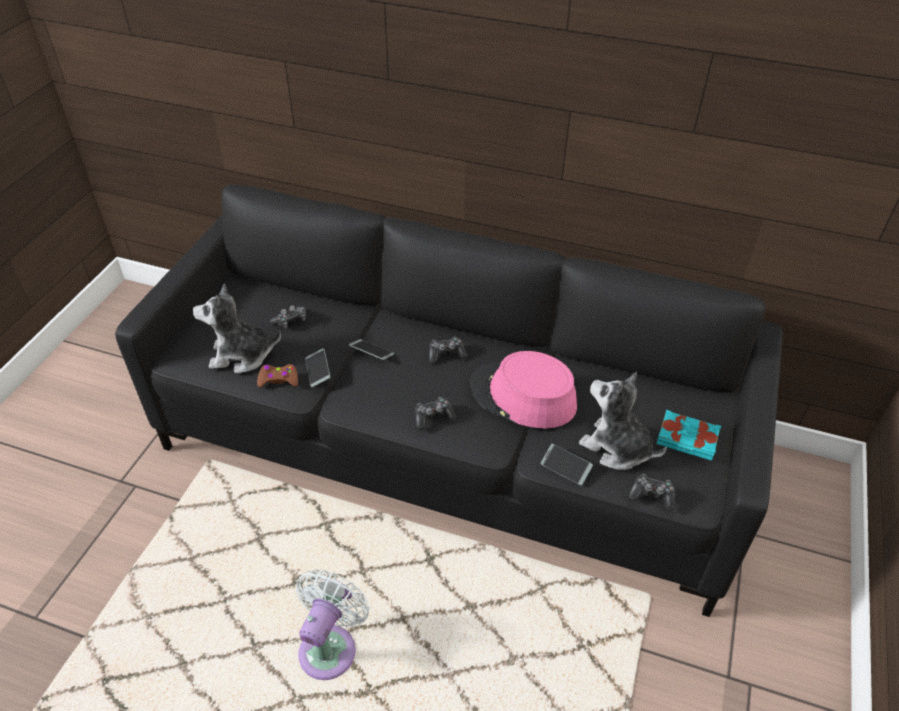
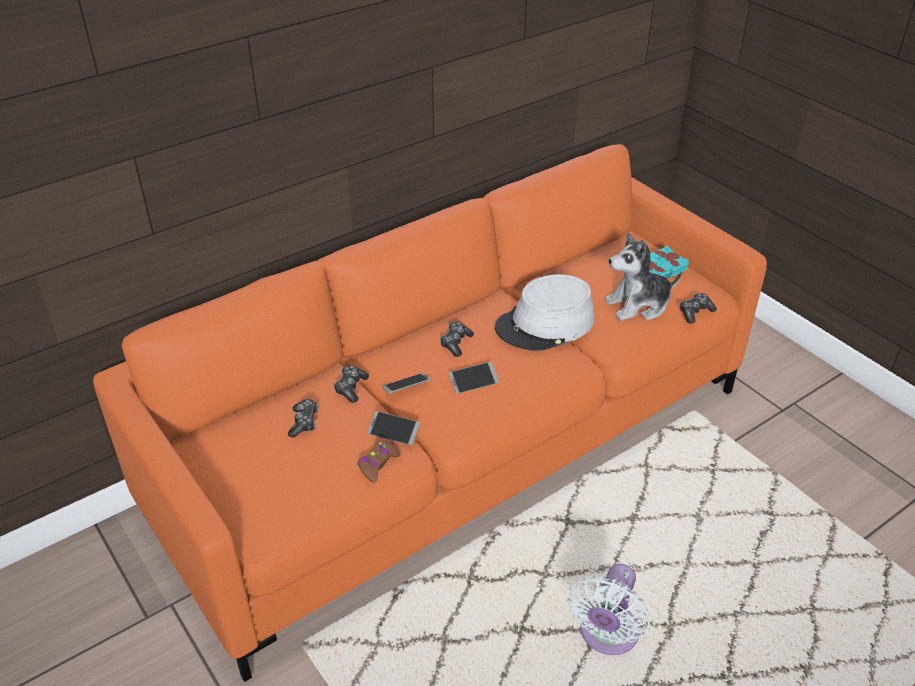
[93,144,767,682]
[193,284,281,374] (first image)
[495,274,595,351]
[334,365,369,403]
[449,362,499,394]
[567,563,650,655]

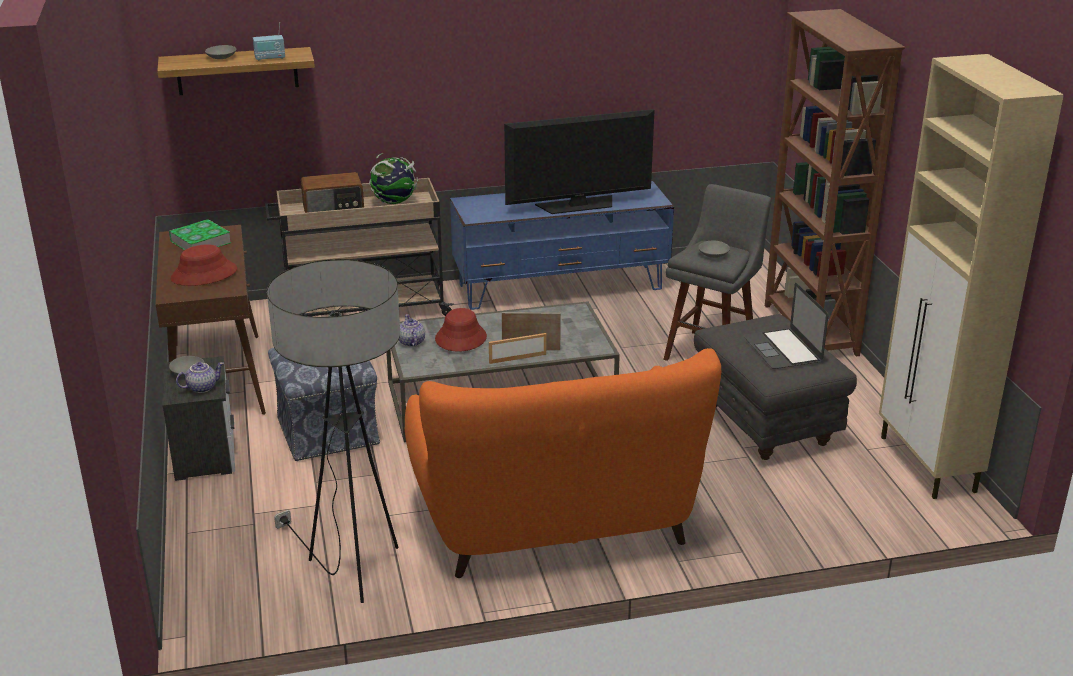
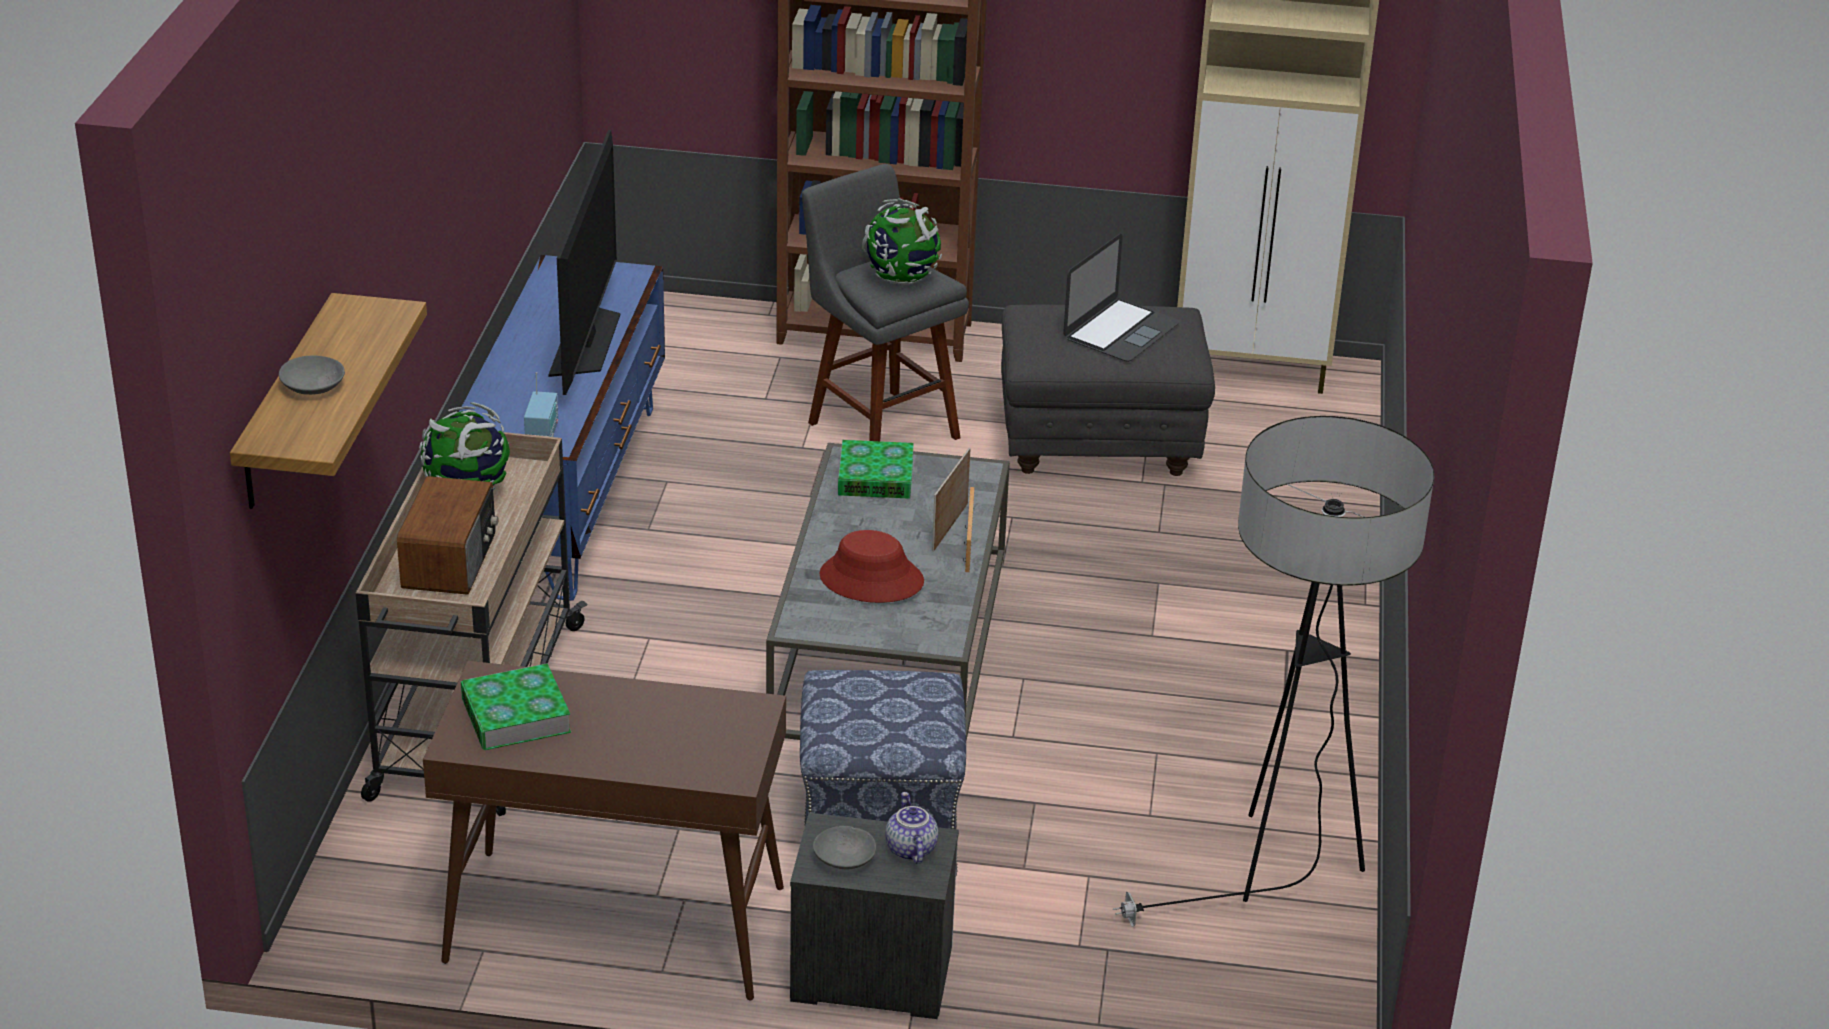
[524,372,558,437]
[862,198,942,285]
[171,244,237,286] (first image)
[1063,234,1180,362]
[399,314,425,347] (first image)
[405,348,721,578] (first image)
[838,440,914,499]

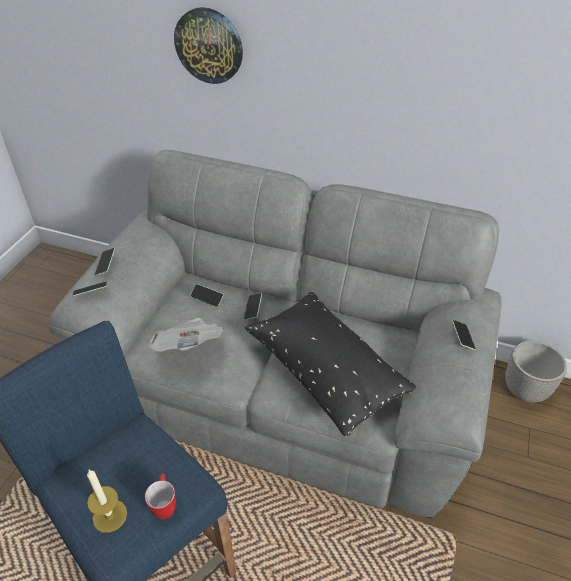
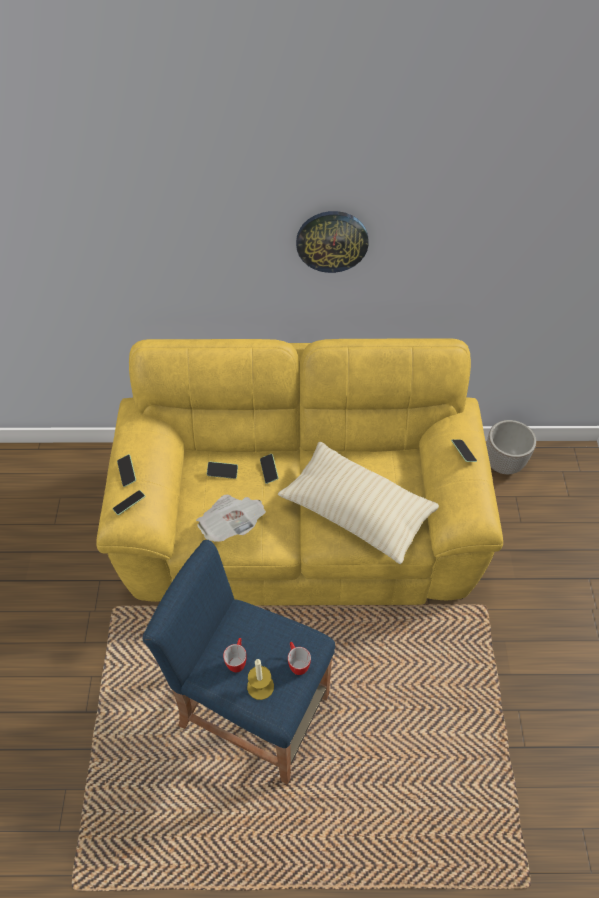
[296,211,369,273]
[96,338,503,606]
[278,442,439,564]
[223,638,247,672]

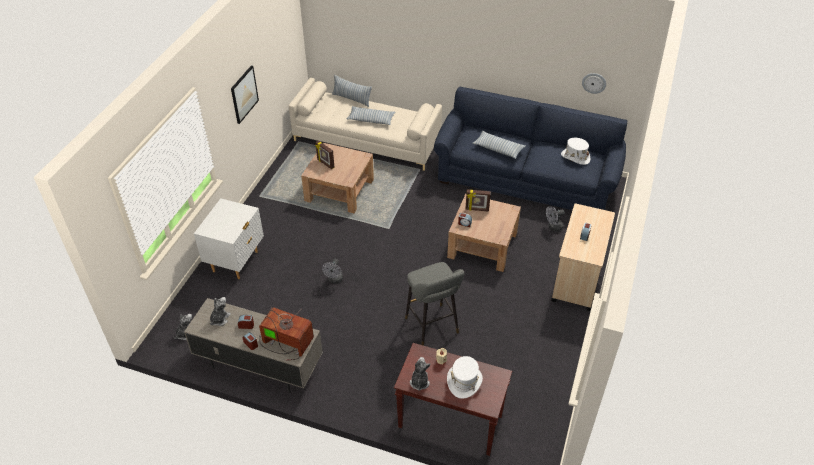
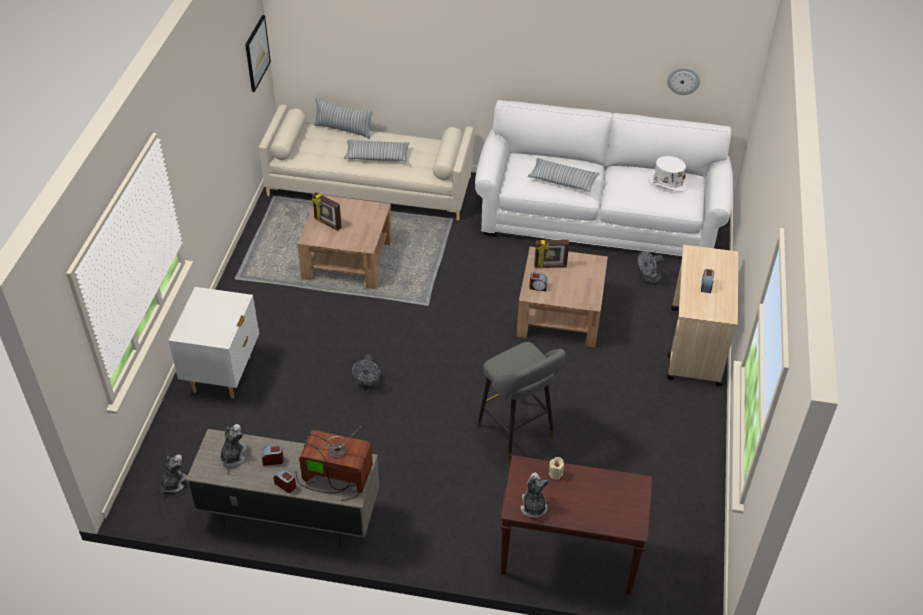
[245,15,271,92]
[475,100,733,256]
[447,356,483,399] (first image)

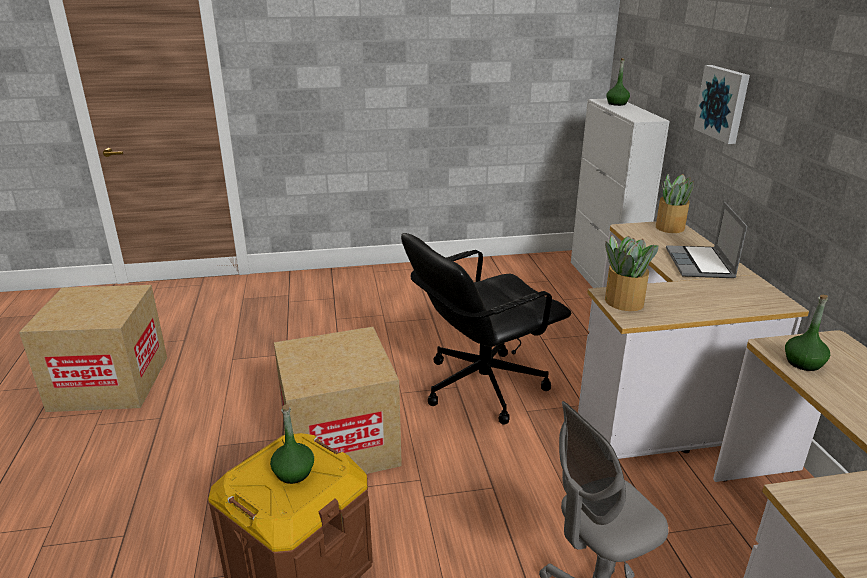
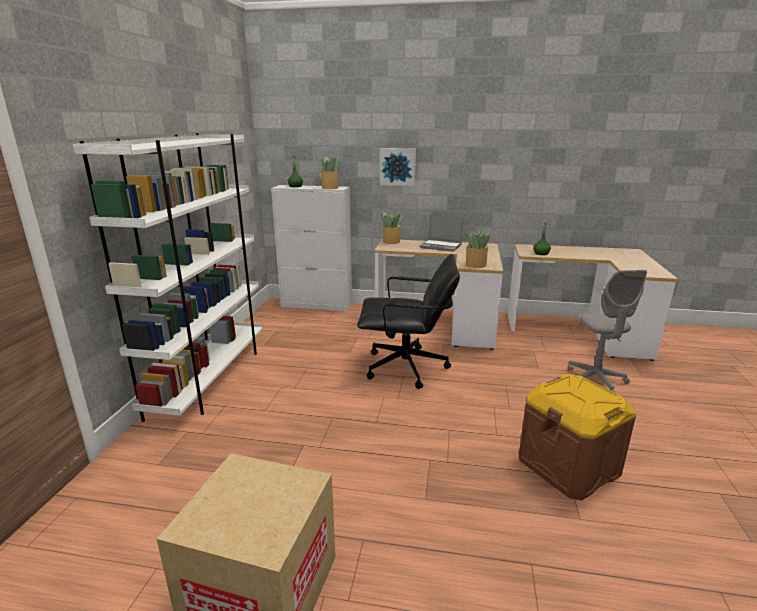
[357,254,460,389]
[274,327,402,474] (first image)
[270,404,314,484] (first image)
[73,133,263,422]
[320,156,340,189]

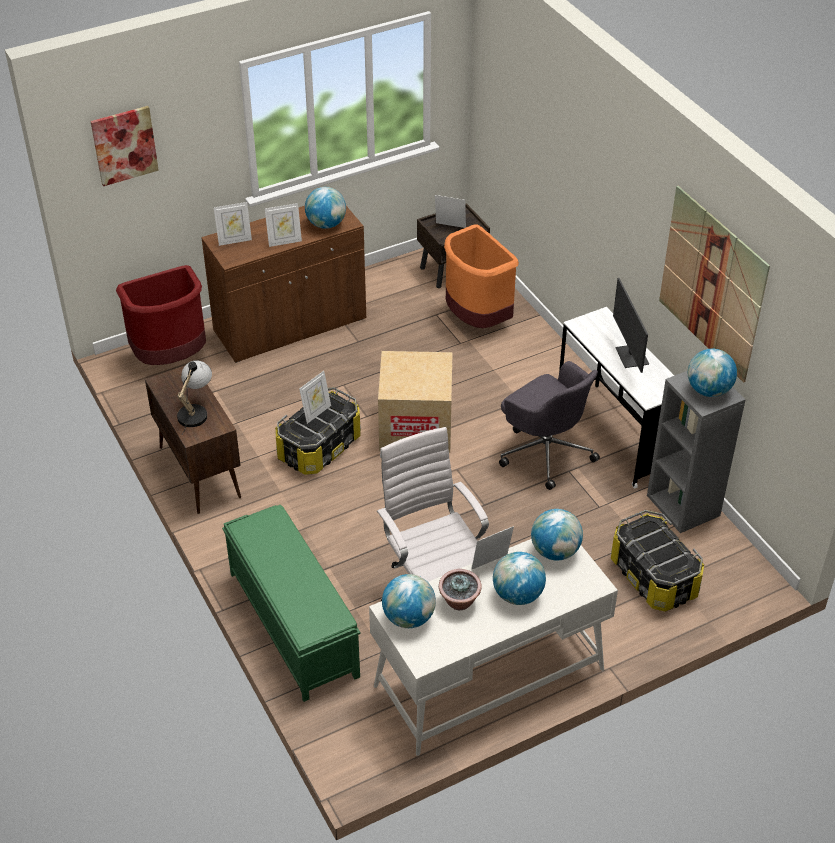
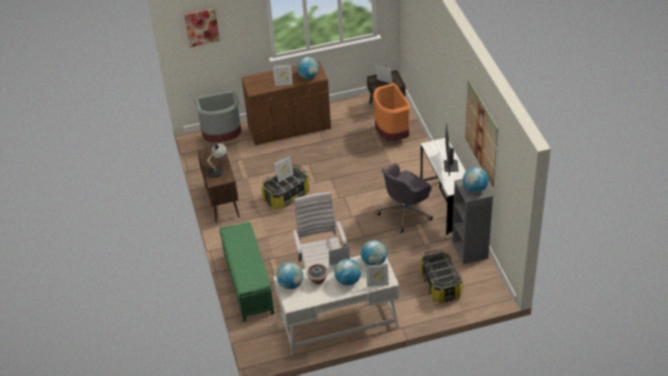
[366,264,389,287]
[195,91,241,142]
[378,351,453,453] (first image)
[376,163,433,233]

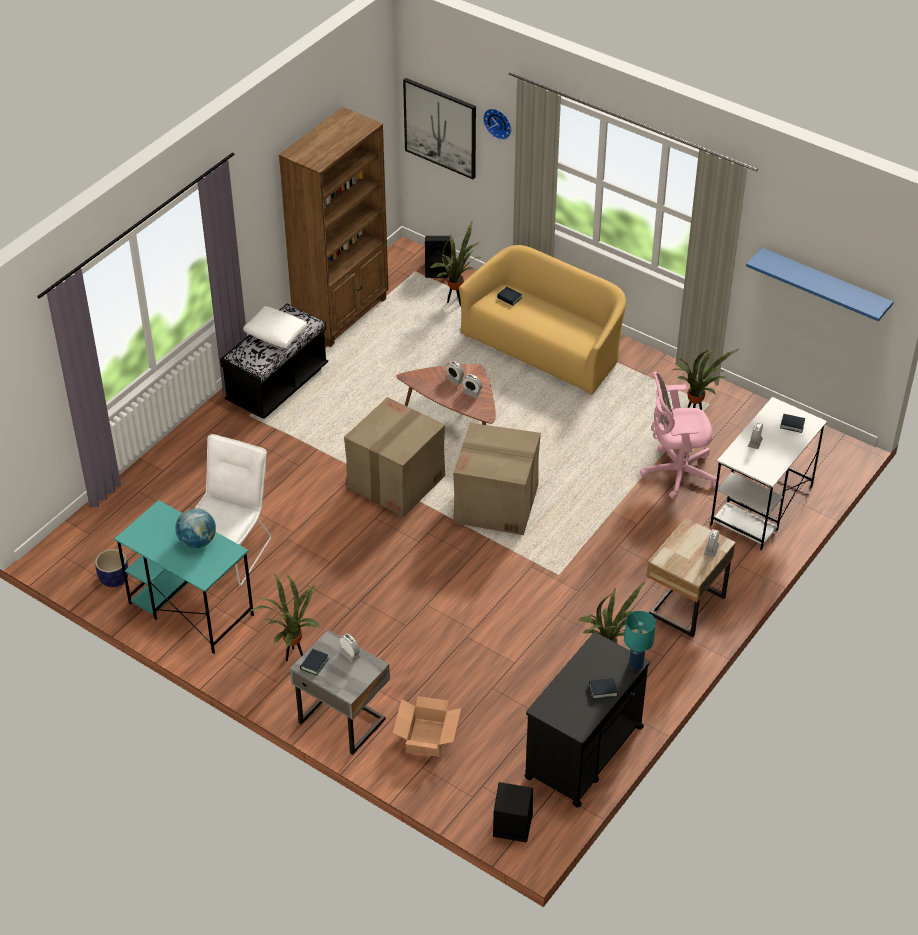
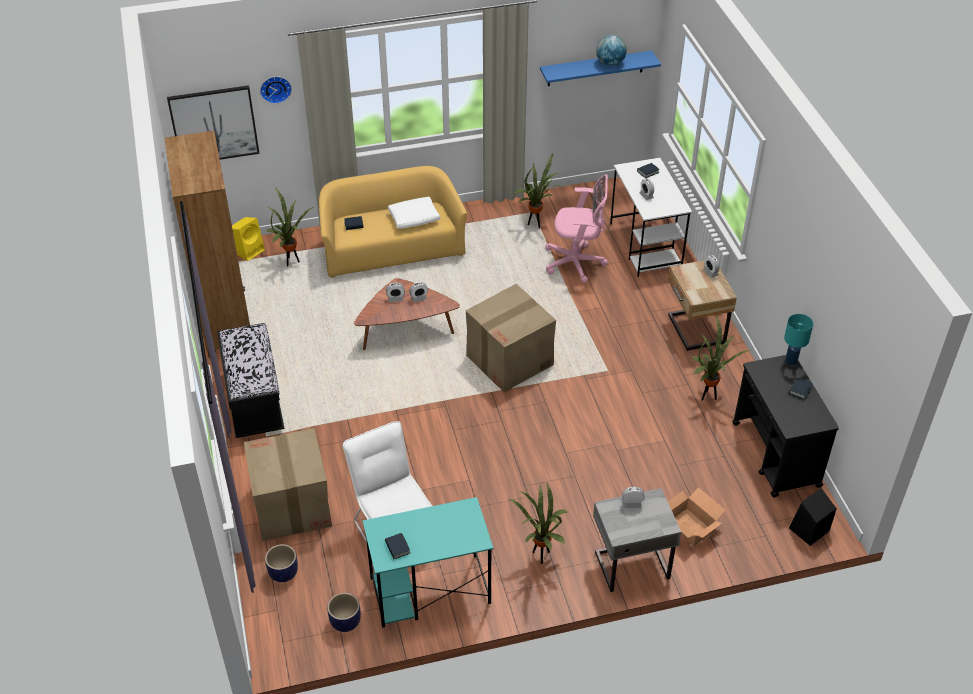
[232,217,265,261]
[388,197,440,229]
[546,174,608,283]
[244,428,332,541]
[596,35,627,66]
[385,533,410,559]
[265,544,298,582]

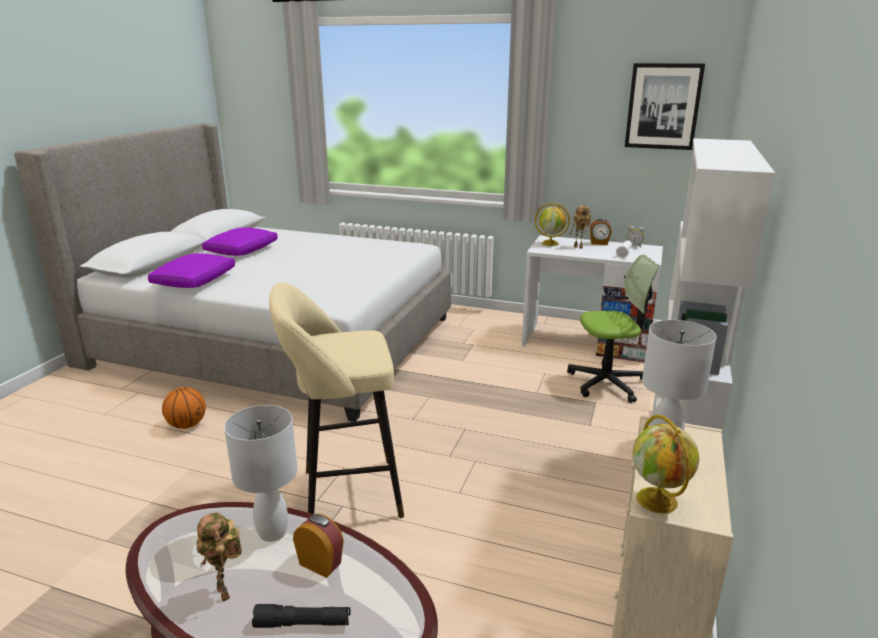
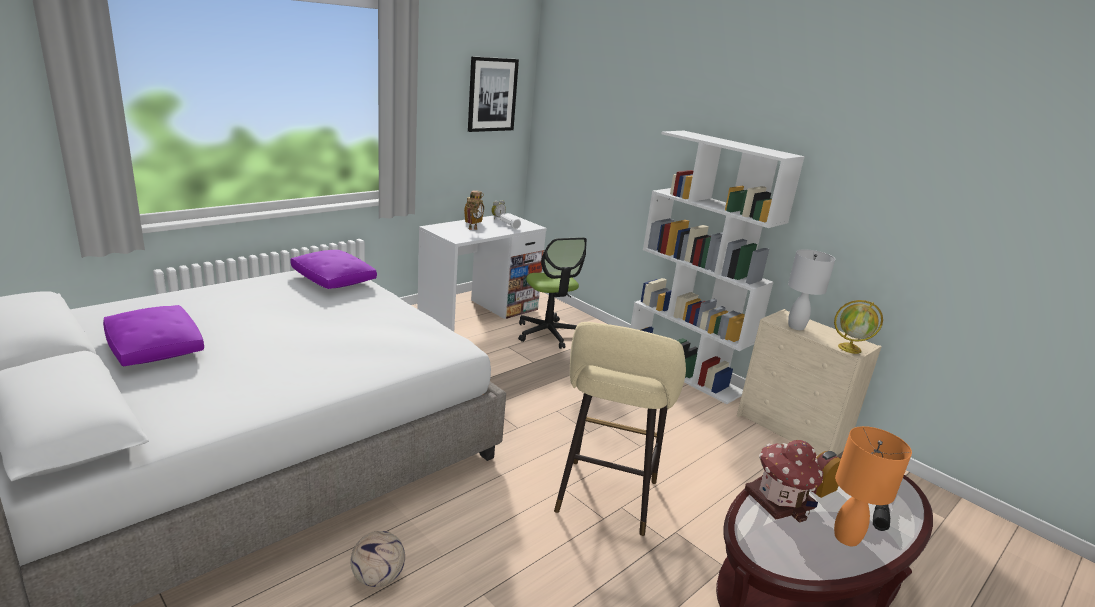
[535,203,570,246] (first image)
[290,250,377,289]
[518,237,587,349]
[350,531,405,587]
[745,440,823,522]
[834,426,912,546]

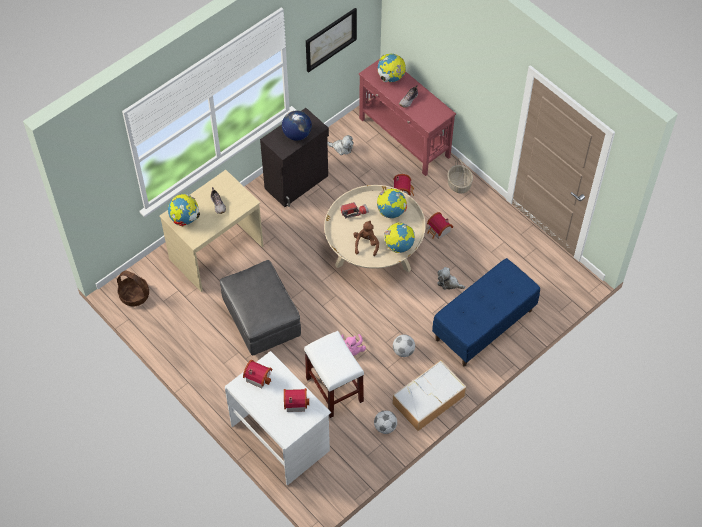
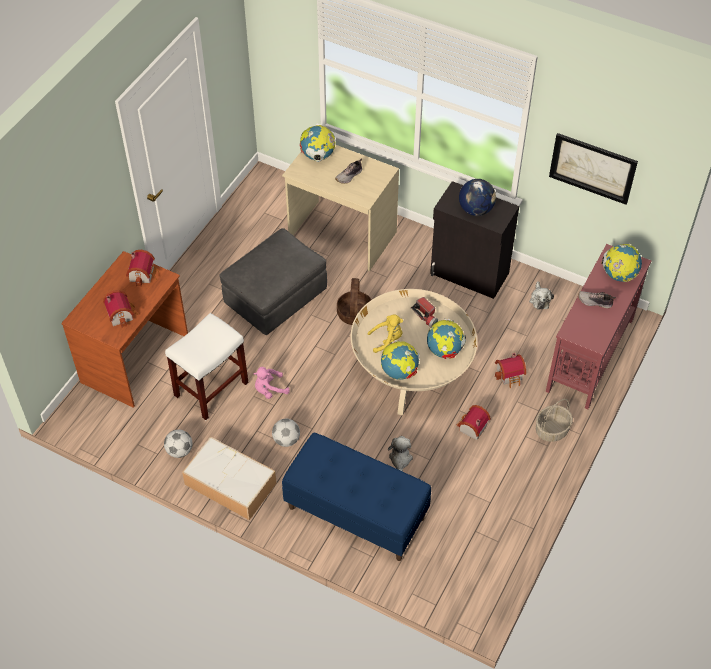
[368,314,403,353]
[337,278,371,325]
[61,251,188,408]

